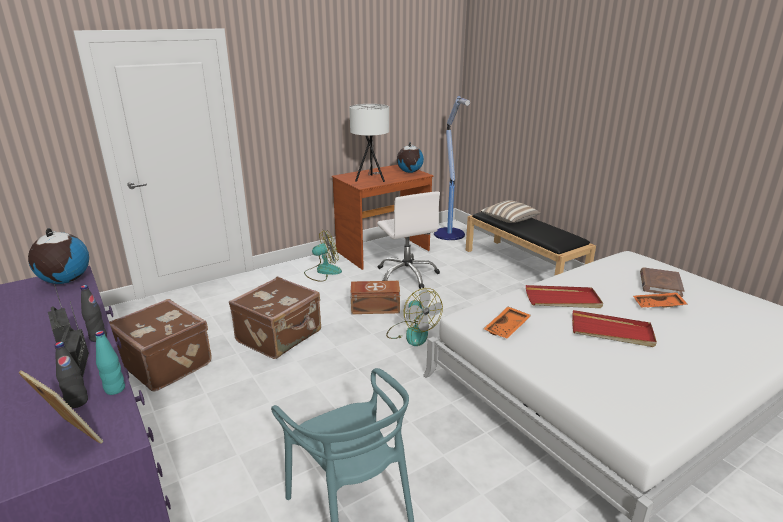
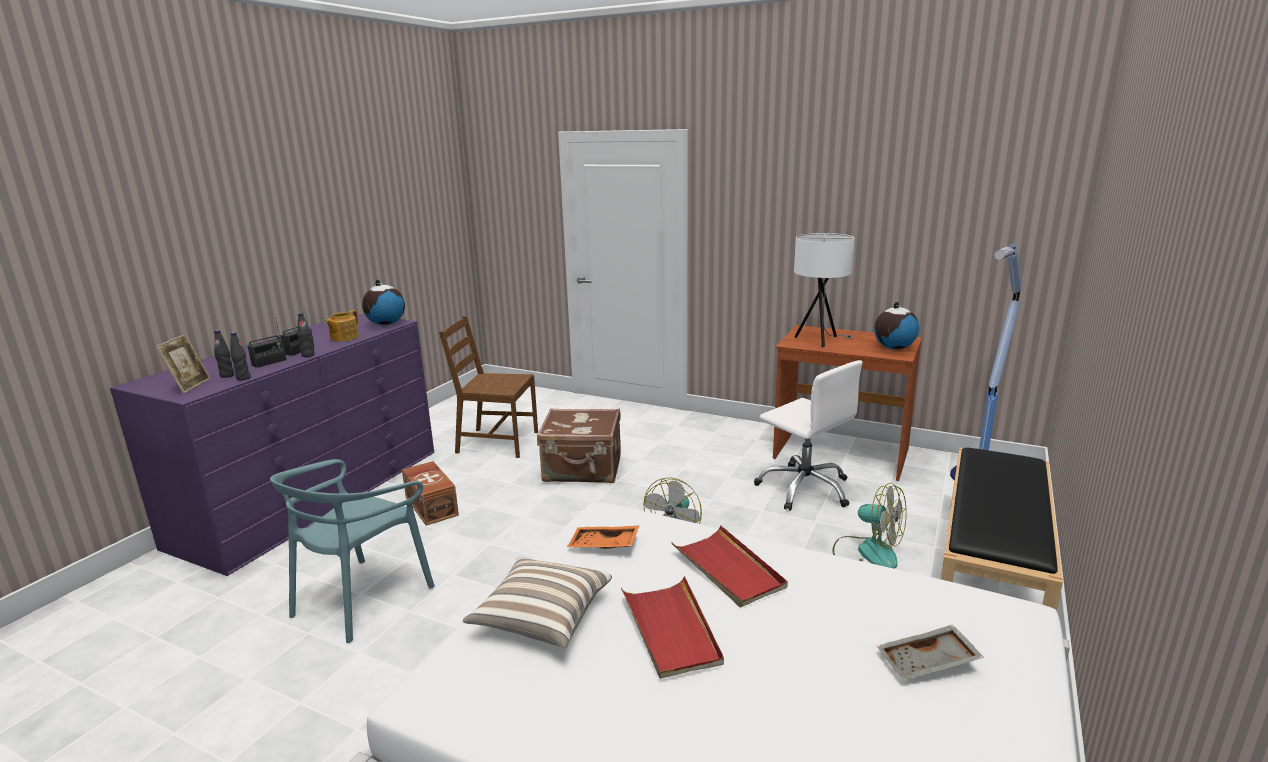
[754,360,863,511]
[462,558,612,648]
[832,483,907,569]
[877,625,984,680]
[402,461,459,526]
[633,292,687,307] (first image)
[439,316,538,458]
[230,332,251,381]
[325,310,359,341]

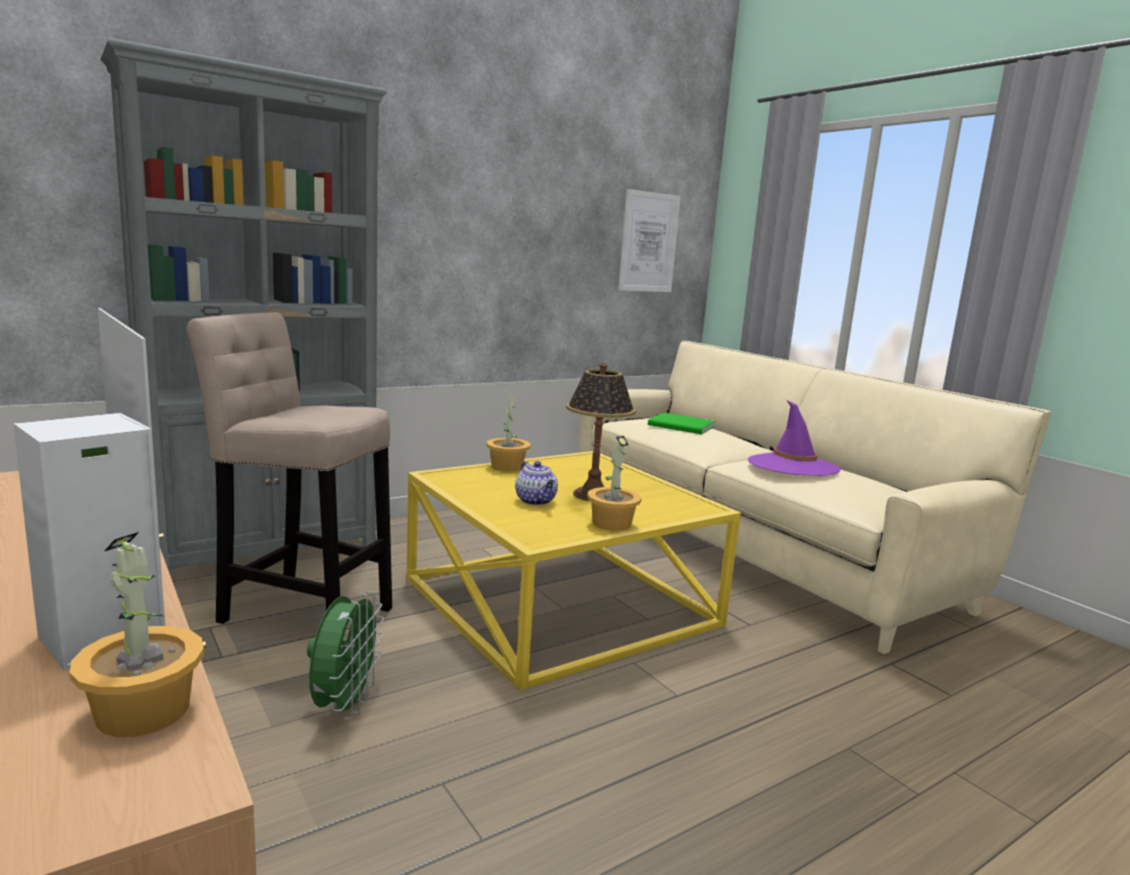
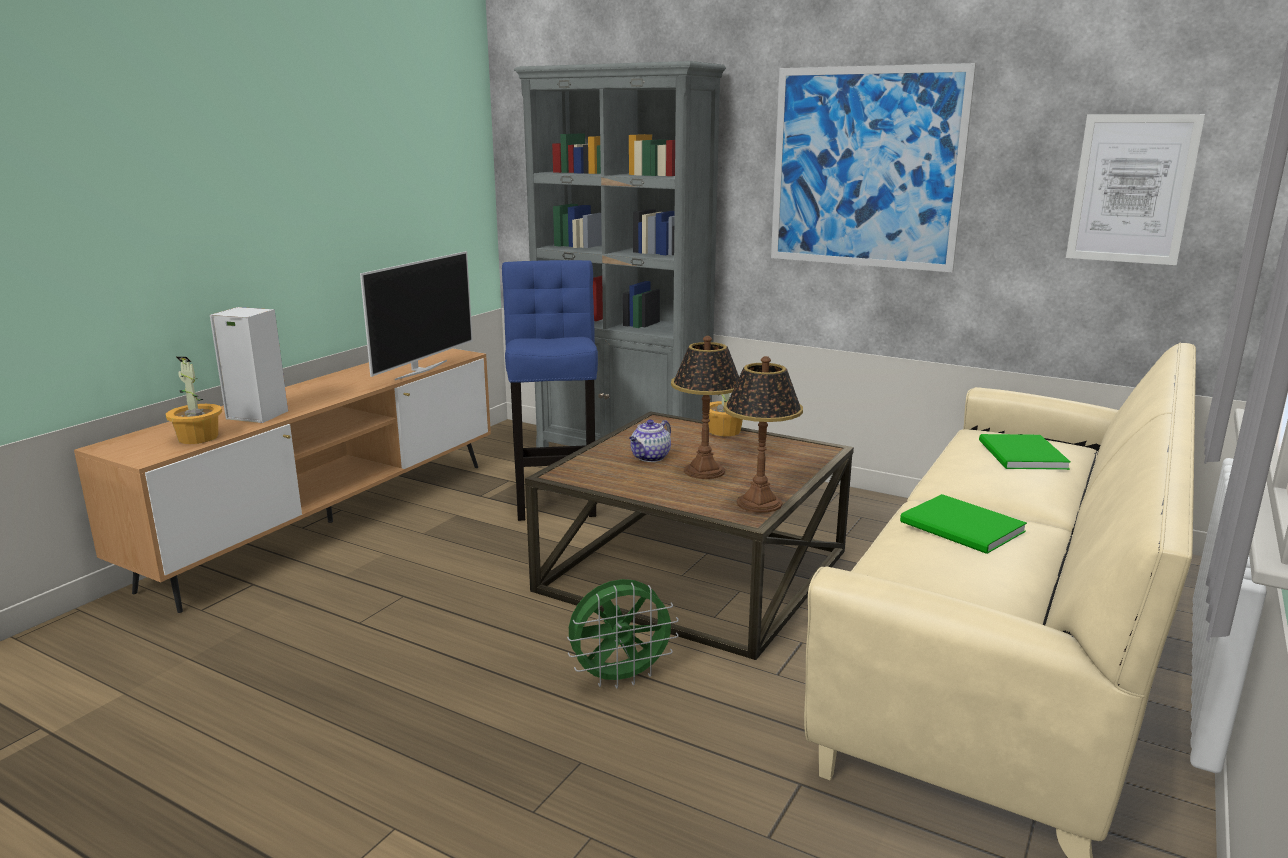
[502,260,598,521]
[900,494,1027,554]
[587,436,642,531] (first image)
[525,411,854,660]
[567,579,679,689]
[771,63,976,272]
[723,356,803,513]

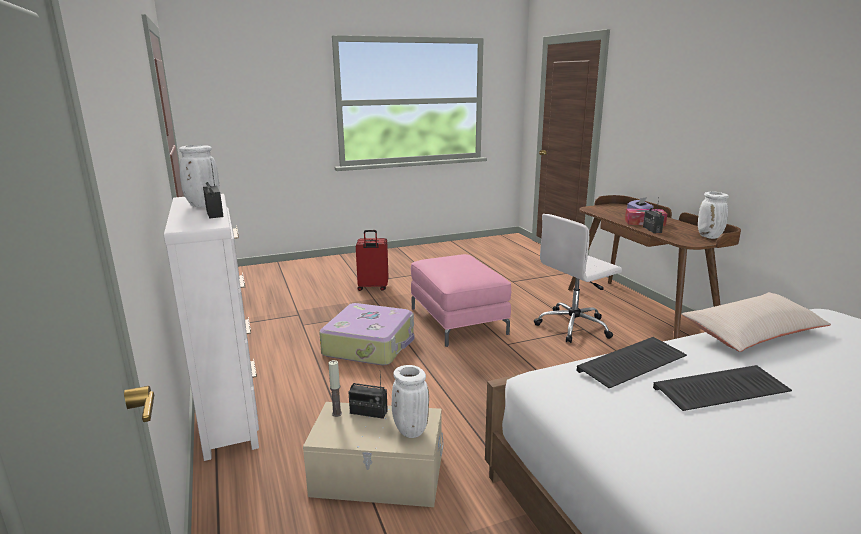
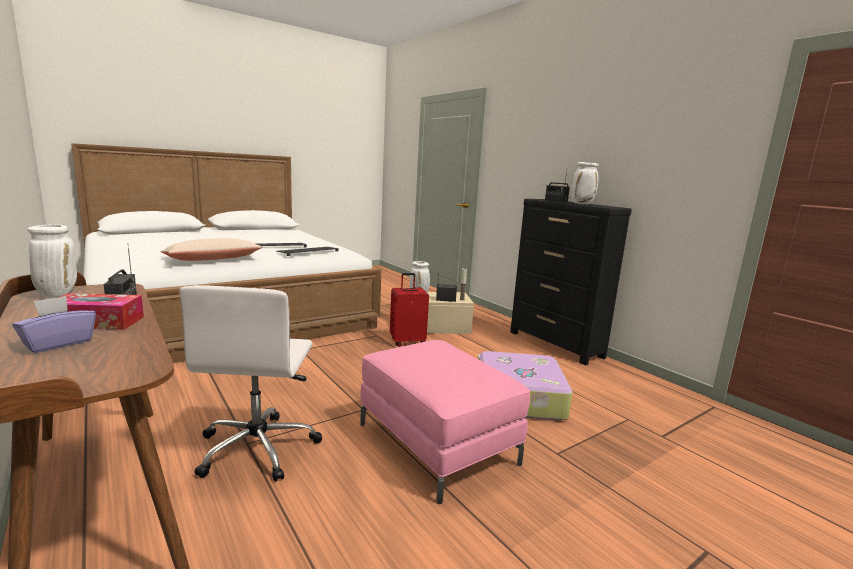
[510,199,631,365]
[179,285,322,481]
[390,273,429,347]

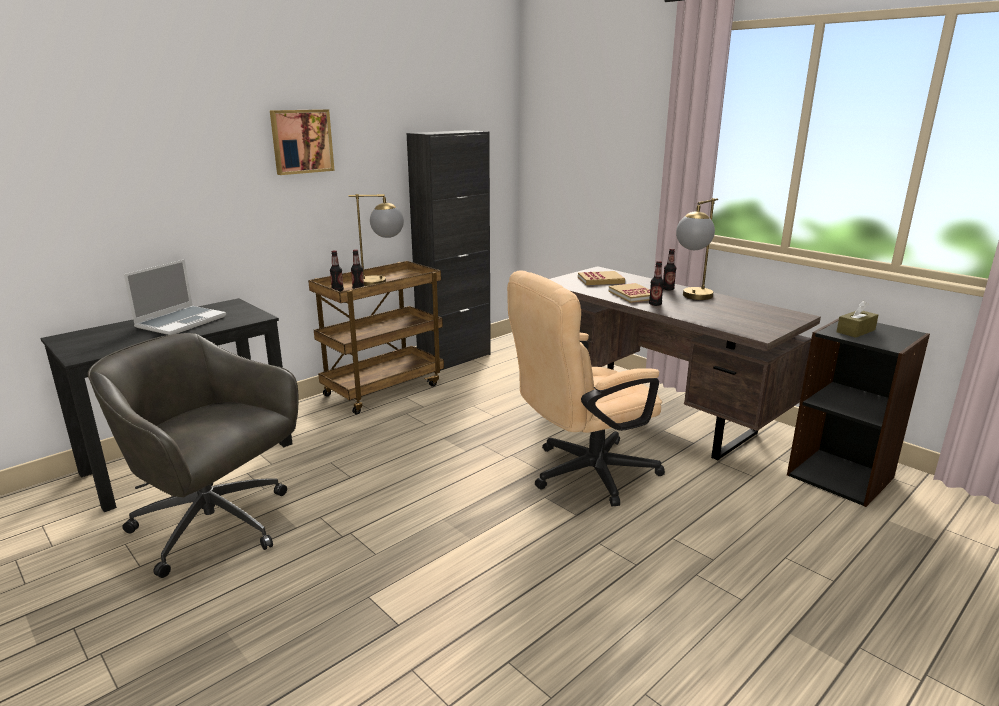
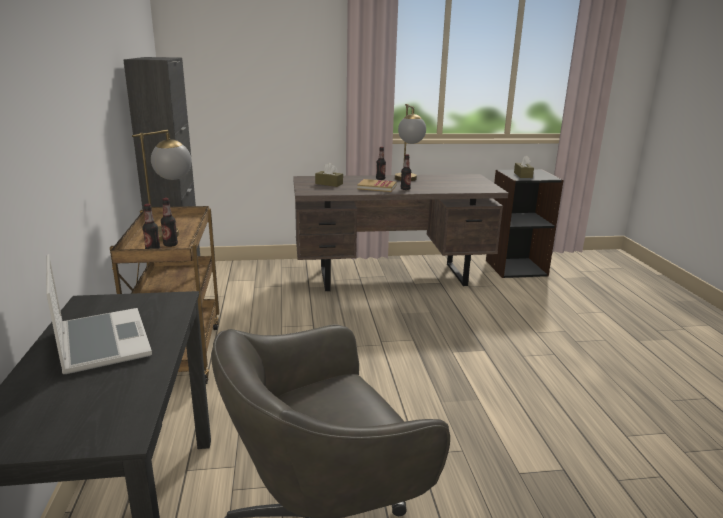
[270,109,335,175] (first image)
[507,271,665,507] (first image)
[315,163,343,187]

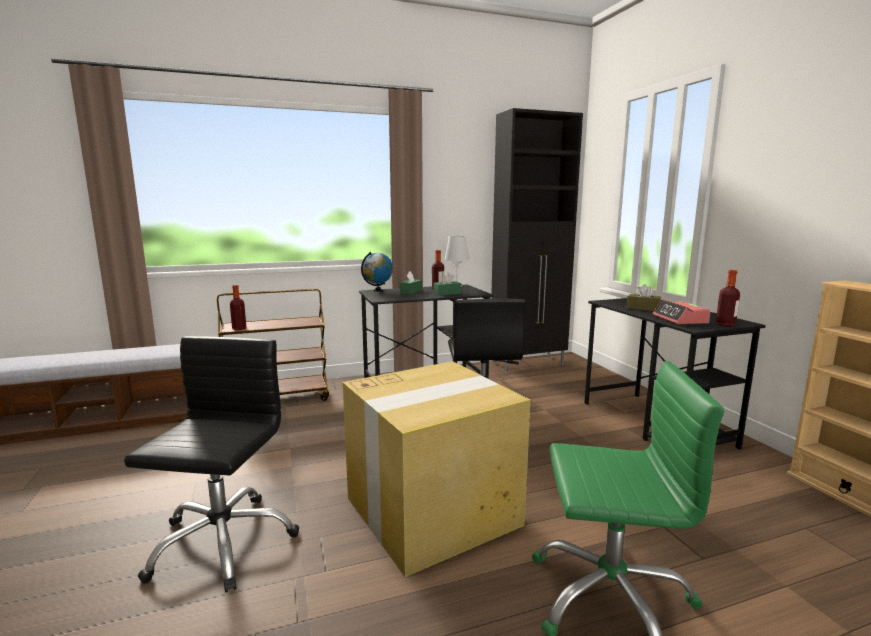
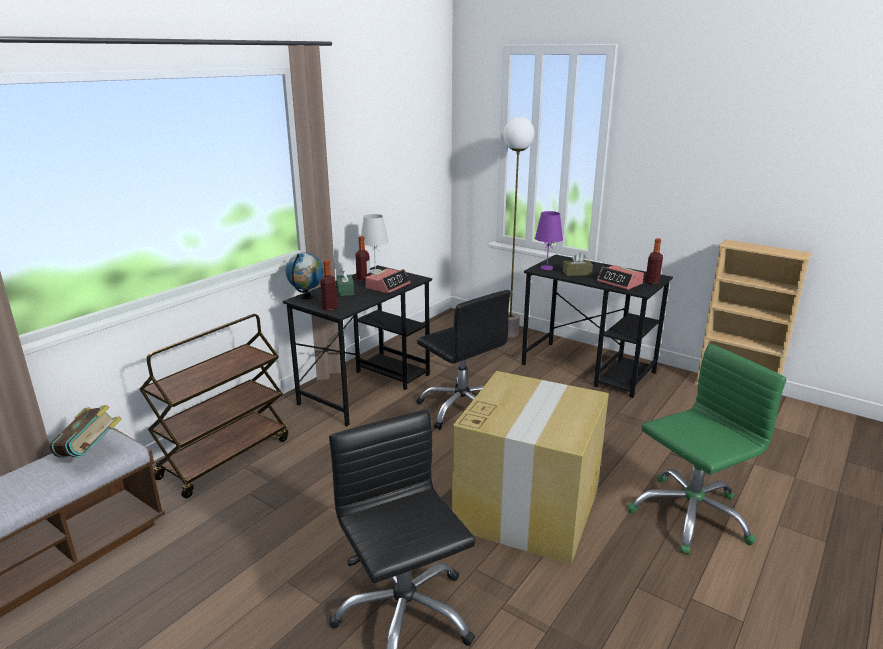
[491,108,583,372] (first image)
[365,268,411,294]
[320,260,337,311]
[503,117,534,338]
[535,211,563,270]
[49,405,122,458]

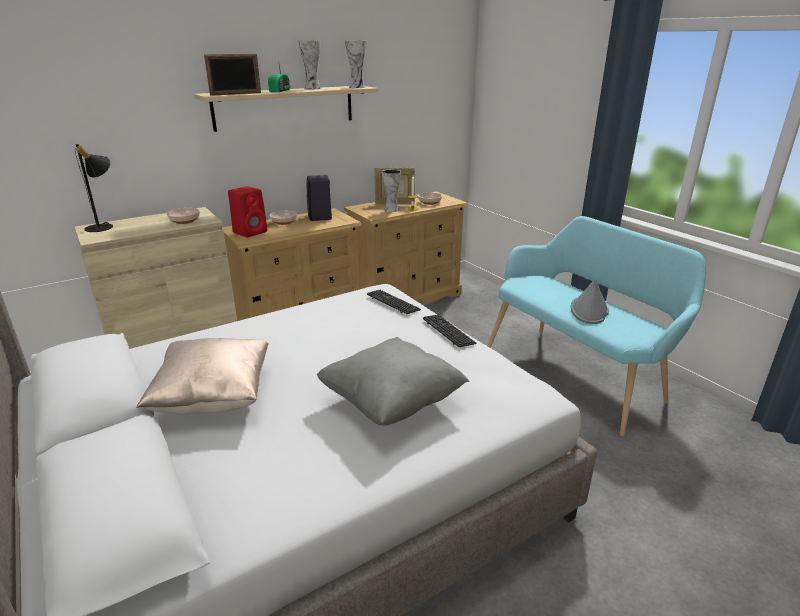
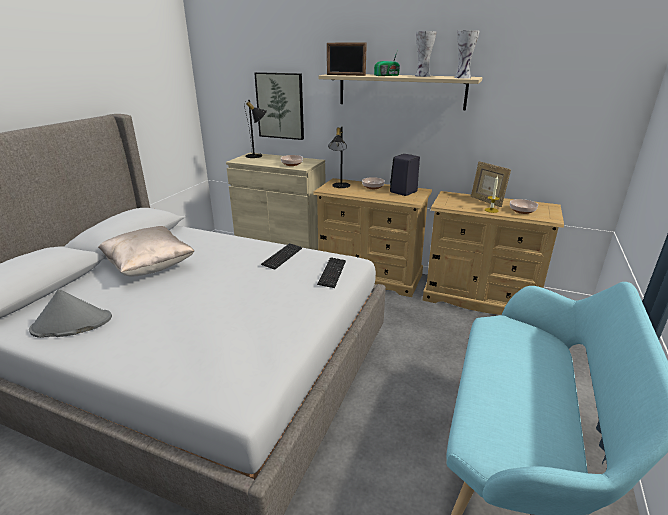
[382,169,401,212] (first image)
[328,127,350,188]
[29,289,112,338]
[261,243,302,270]
[317,337,469,426] (first image)
[254,72,304,140]

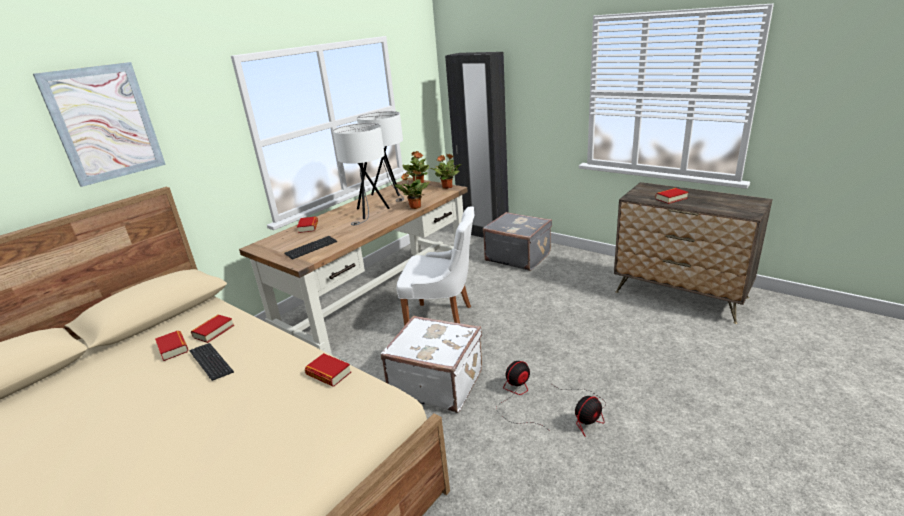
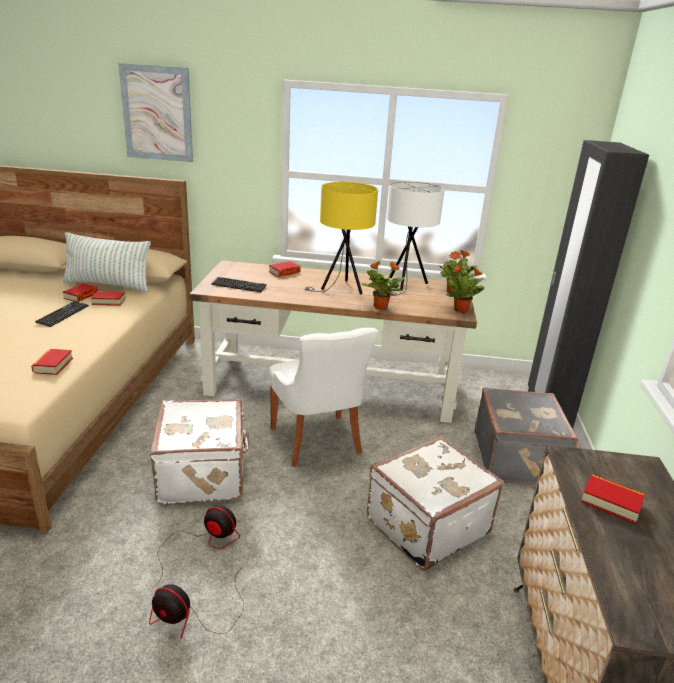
[304,182,378,295]
[62,232,151,292]
[367,436,504,571]

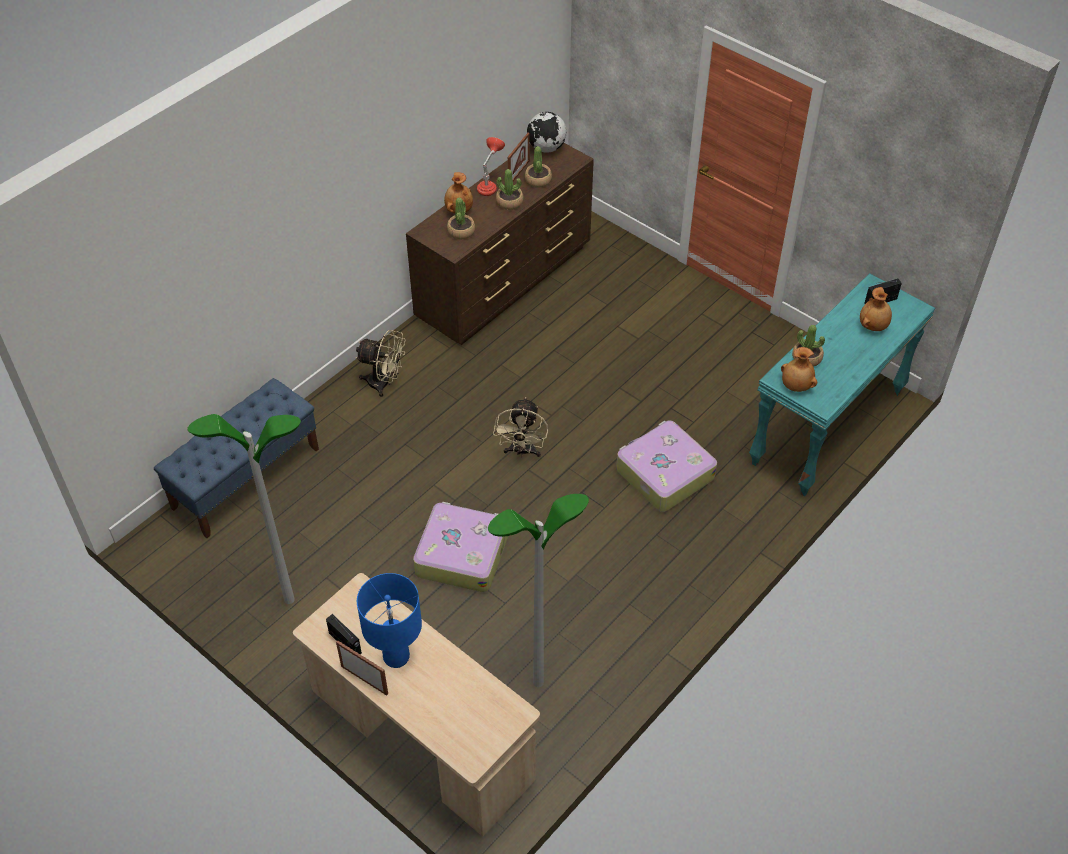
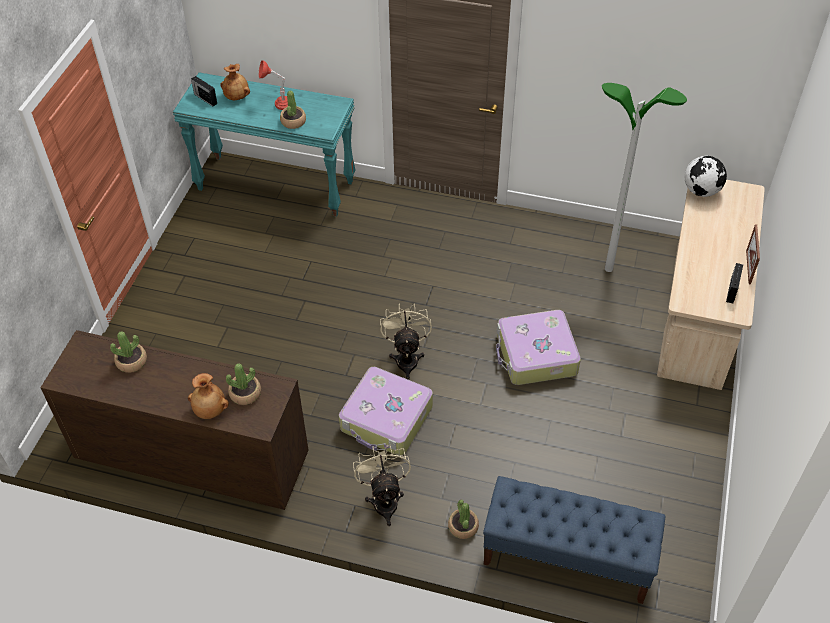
[684,156,727,197]
[508,133,530,181] (first image)
[259,60,288,110]
[448,500,479,539]
[781,347,817,392] (first image)
[380,304,432,380]
[187,414,301,604] (first image)
[339,367,433,456]
[357,573,422,668] (first image)

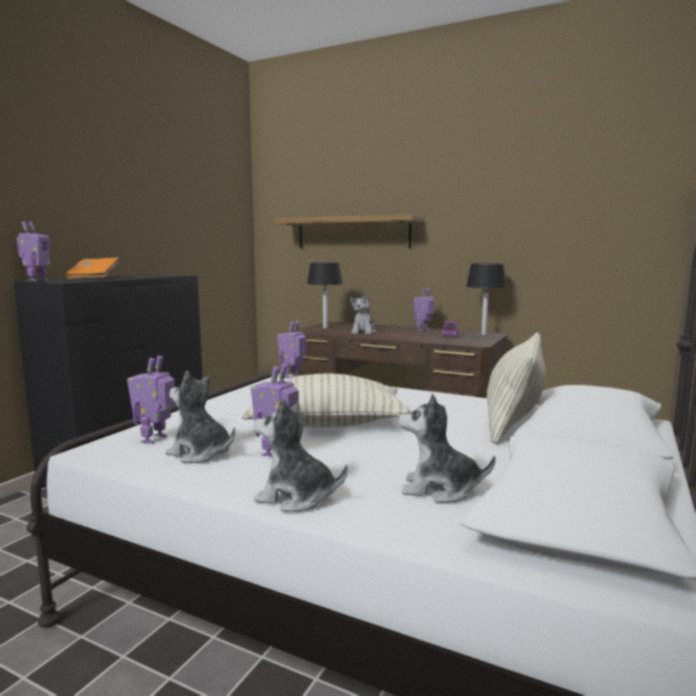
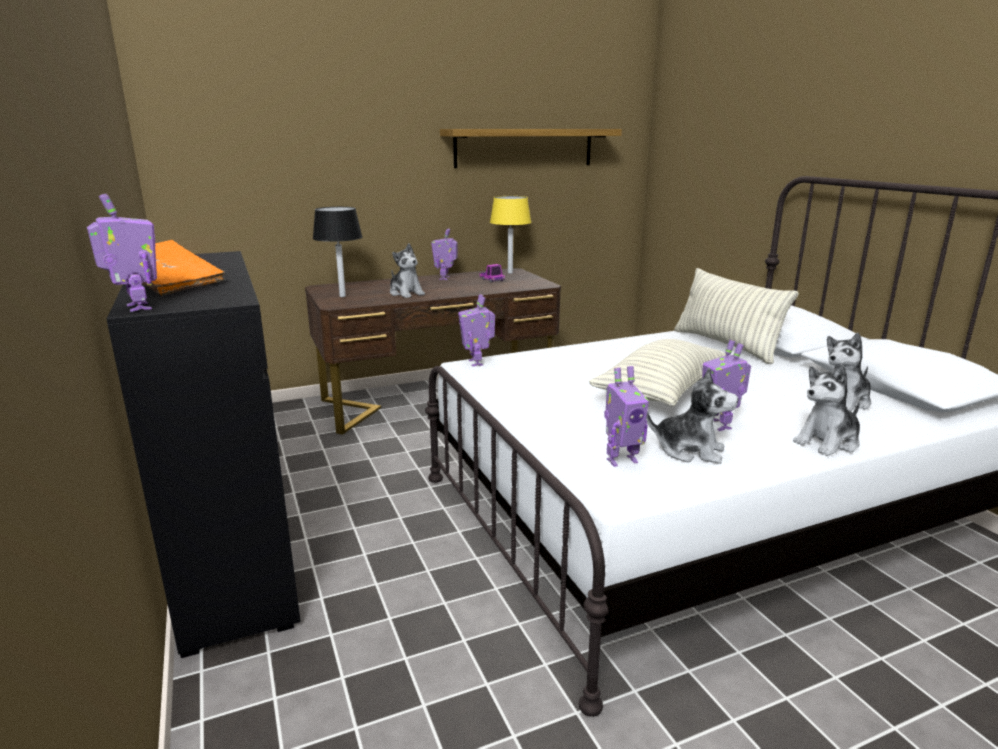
[440,129,622,168]
[490,196,531,274]
[604,366,649,467]
[646,367,738,464]

